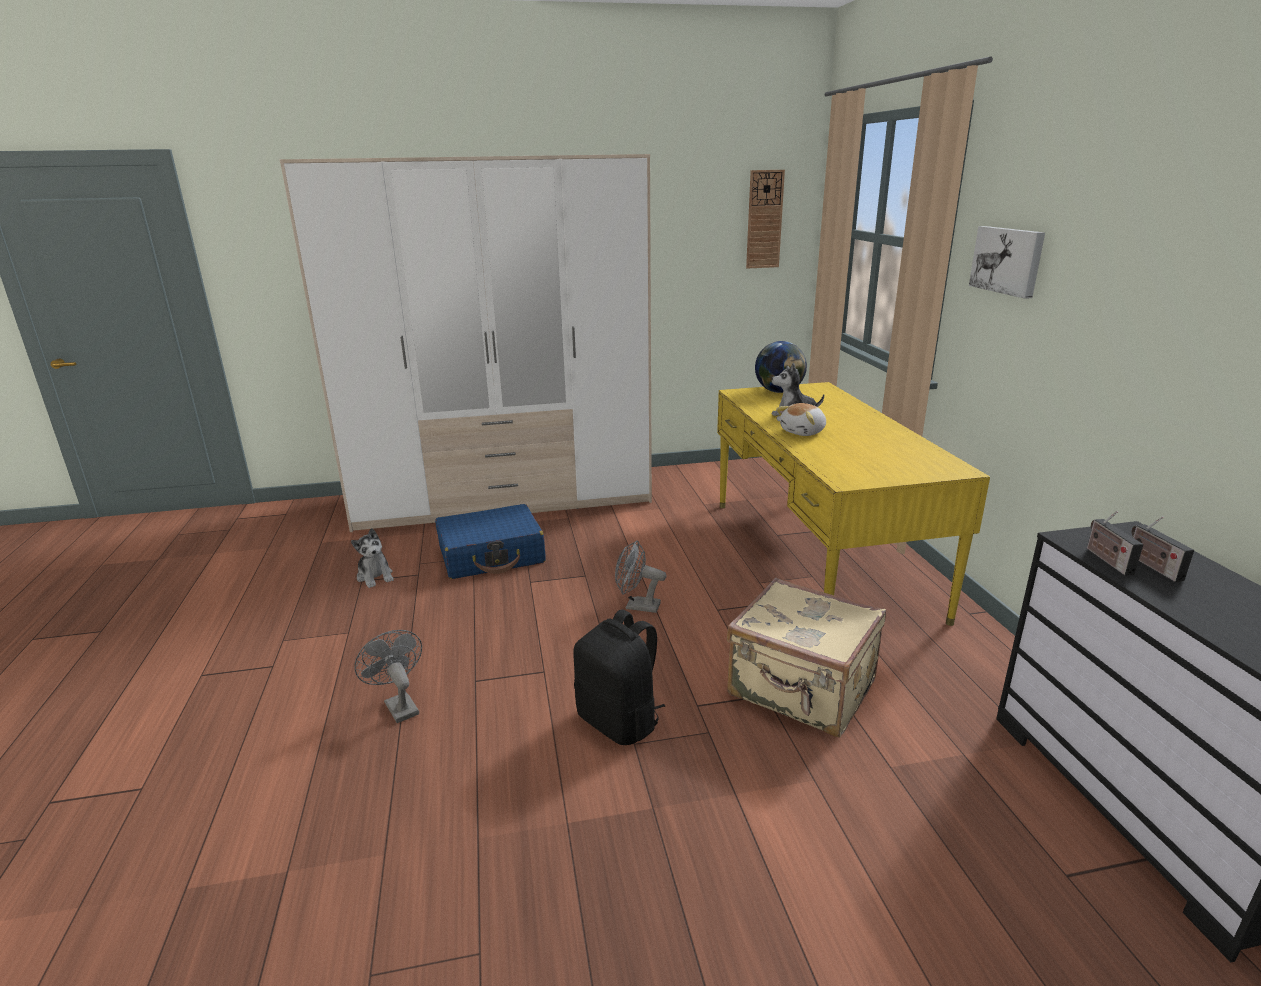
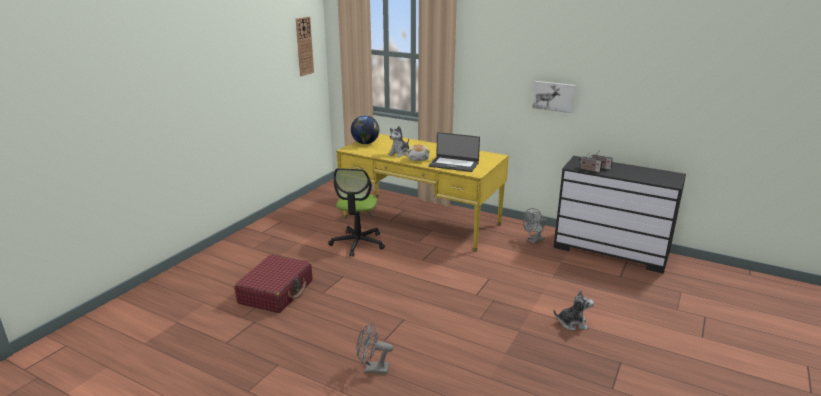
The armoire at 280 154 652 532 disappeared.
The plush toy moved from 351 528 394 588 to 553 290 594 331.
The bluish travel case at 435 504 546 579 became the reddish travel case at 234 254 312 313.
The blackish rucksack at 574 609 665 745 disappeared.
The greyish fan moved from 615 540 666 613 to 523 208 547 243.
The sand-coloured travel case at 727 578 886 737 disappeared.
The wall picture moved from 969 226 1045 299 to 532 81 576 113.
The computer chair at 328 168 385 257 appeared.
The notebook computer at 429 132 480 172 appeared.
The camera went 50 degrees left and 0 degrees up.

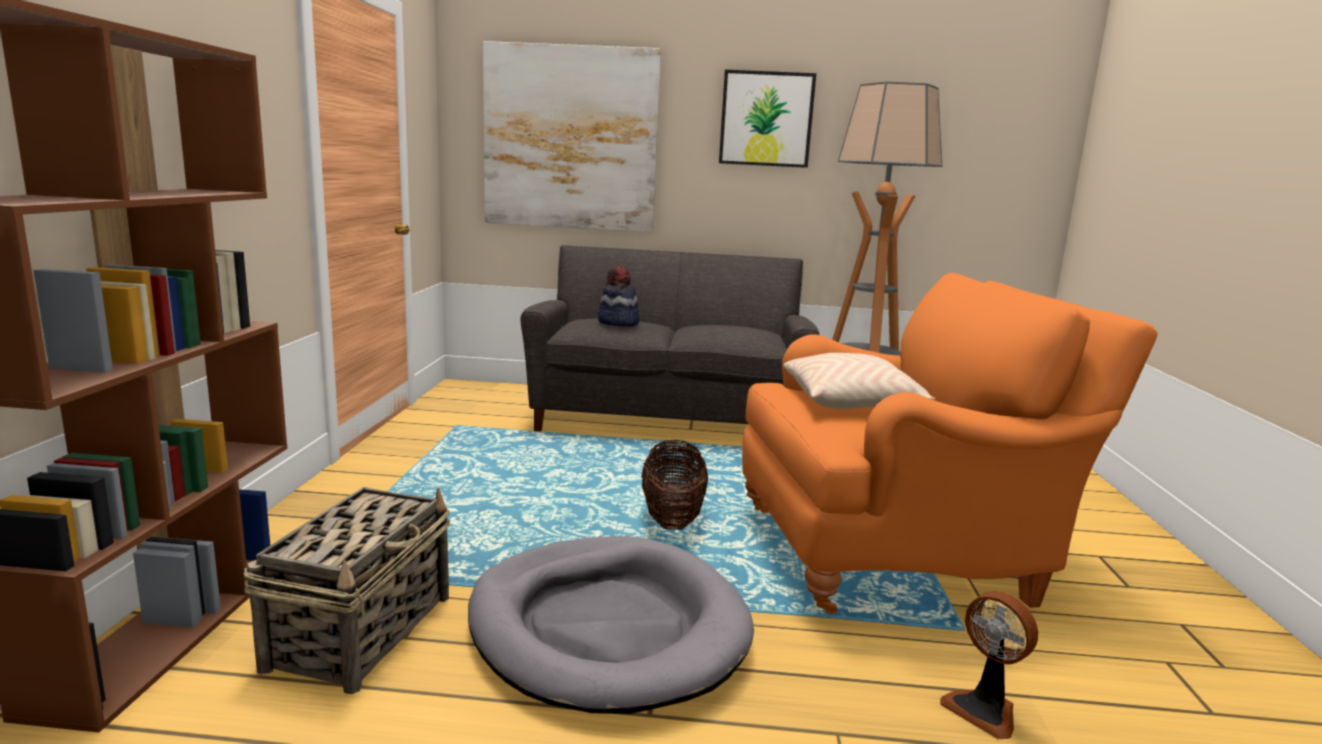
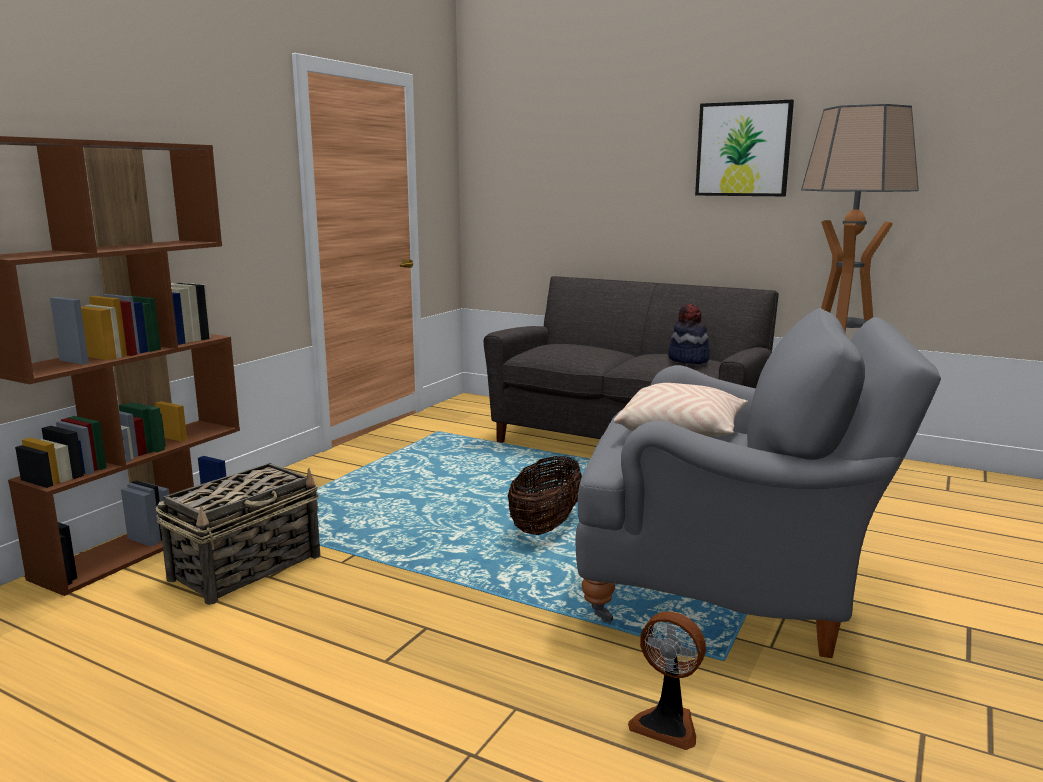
The greyish pet bed at 468 536 754 714 disappeared.
The wall picture at 483 41 661 232 disappeared.
The wearable hat moved from 598 266 640 326 to 668 304 710 364.
The orange-coloured lounge chair at 742 273 1158 614 became the greyish lounge chair at 575 308 941 658.
The fan at 940 591 1038 739 turned 45 degrees counterclockwise.
The camera went 25 degrees right and 0 degrees up.

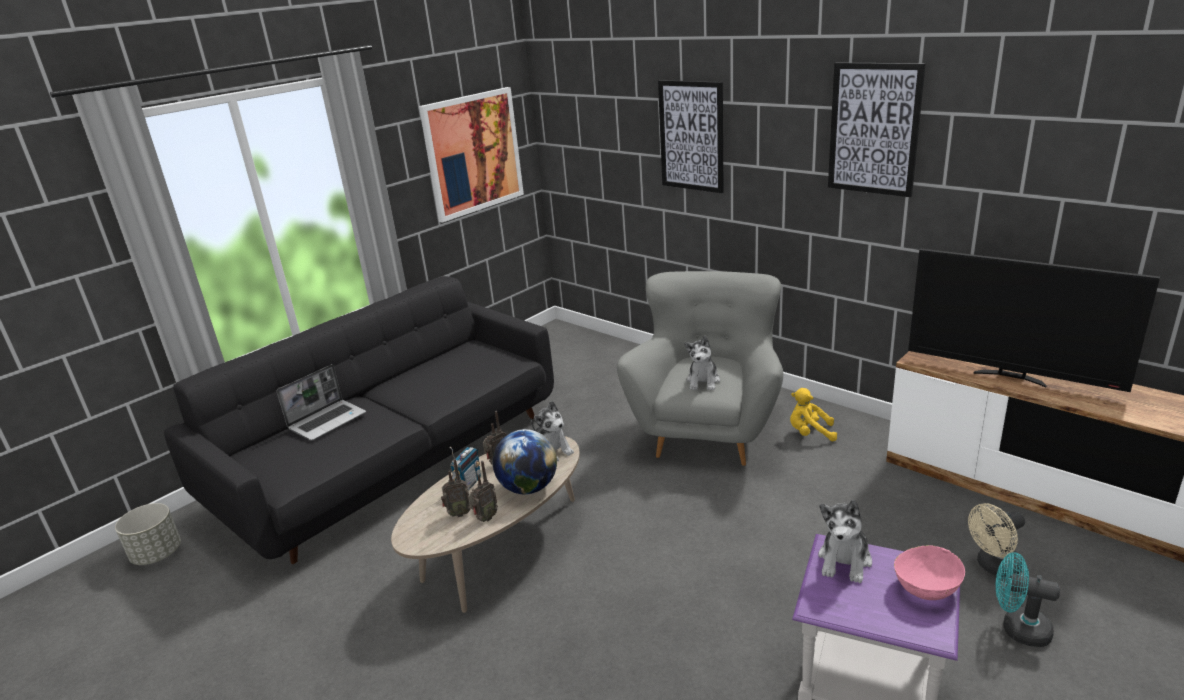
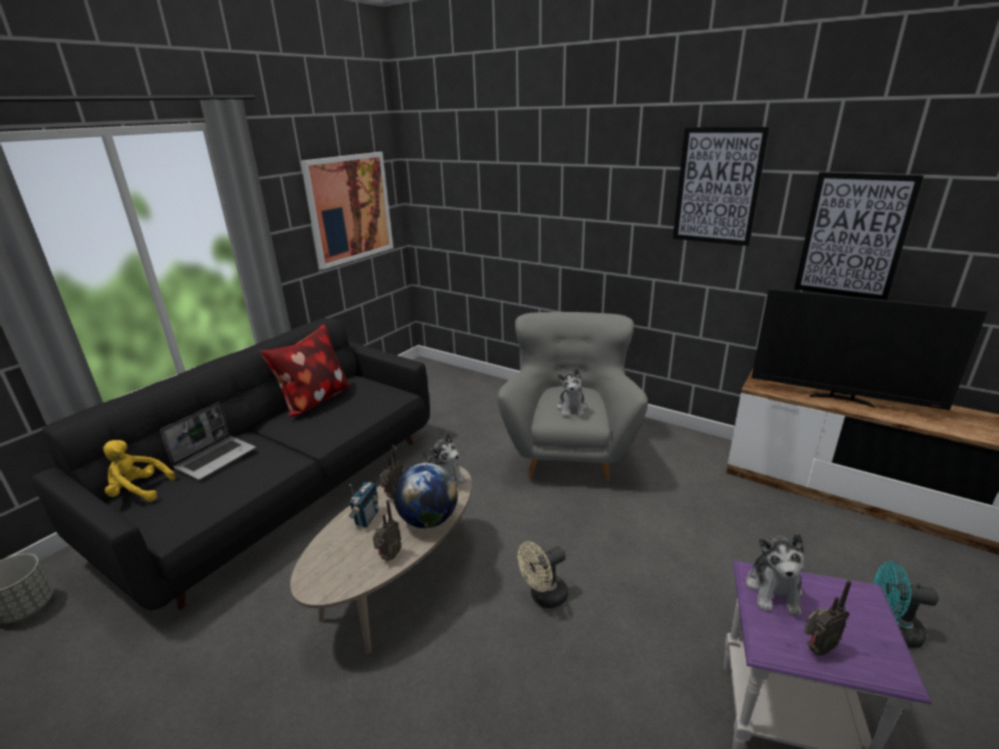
The radio receiver moved from 441 459 471 517 to 804 580 852 656.
The wall picture moved from 658 80 724 193 to 794 172 924 300.
The yellow-coloured plush toy moved from 790 388 837 441 to 103 440 176 502.
The pinkish serving bowl at 894 545 965 600 disappeared.
The sand-coloured fan moved from 968 503 1025 577 to 518 542 568 608.
The throw pillow at 260 325 350 417 appeared.
The camera went 10 degrees left and 0 degrees up.

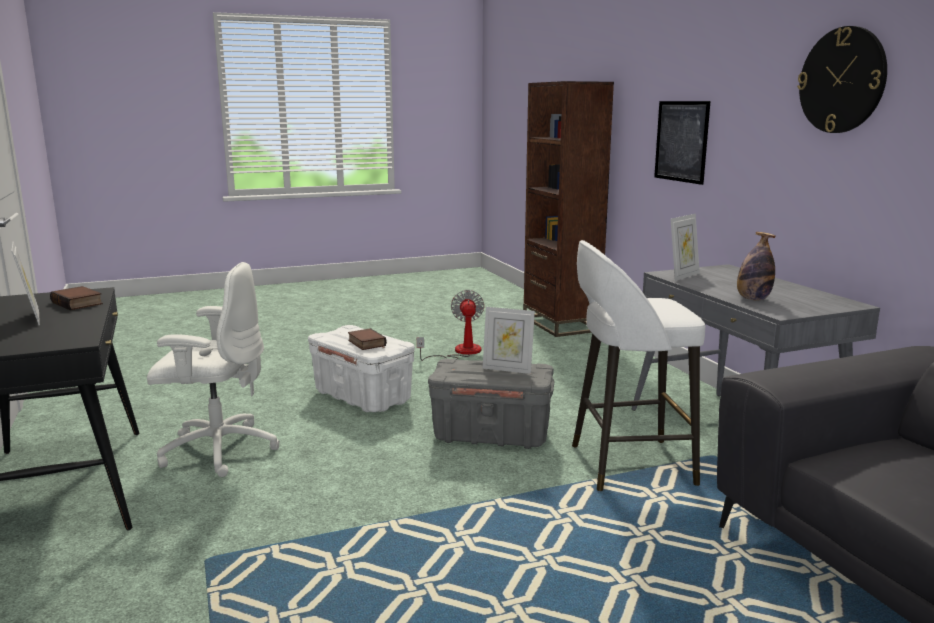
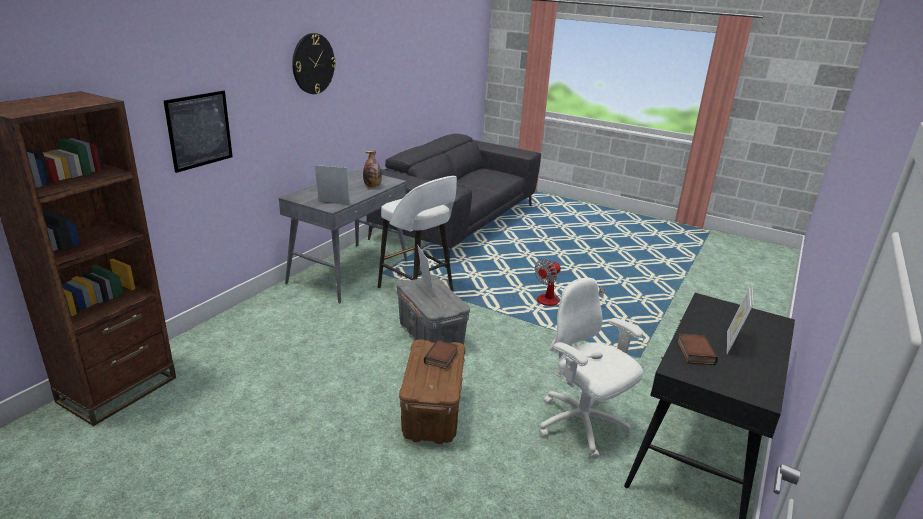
The white-coloured storage bin at 308 325 415 412 became the brownish storage bin at 399 339 465 444.
The fan moved from 417 290 484 361 to 535 259 605 306.
The camera went 130 degrees left and 10 degrees up.

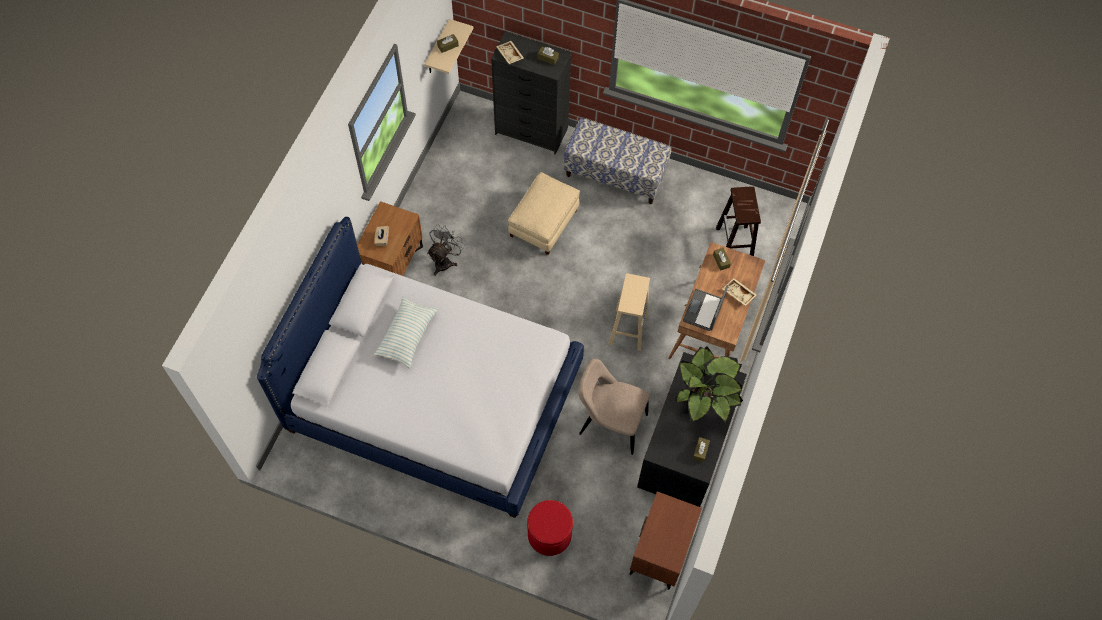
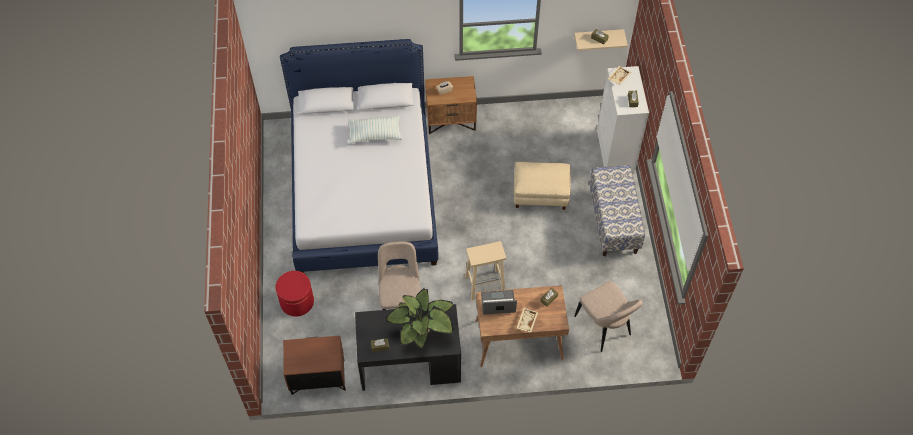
The greyish fan at 427 224 465 276 disappeared.
The blackish dresser at 491 31 572 155 became the white-coloured dresser at 596 66 649 174.
The brownish sitting stool at 716 186 761 256 was replaced by the sand-coloured chair at 574 281 643 352.
The camera went 65 degrees right and 5 degrees down.

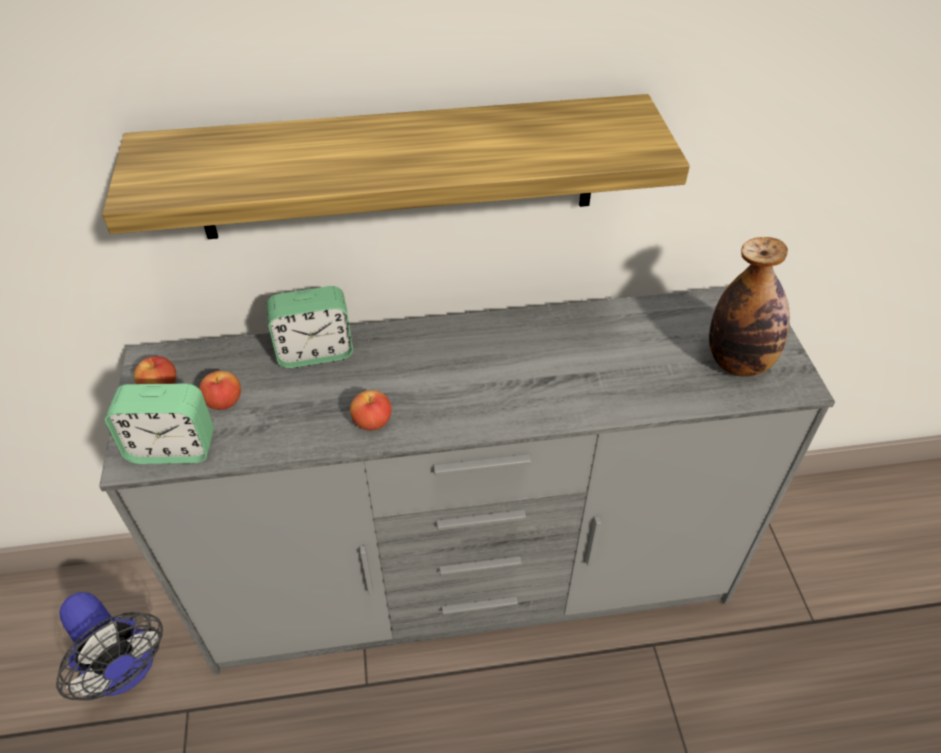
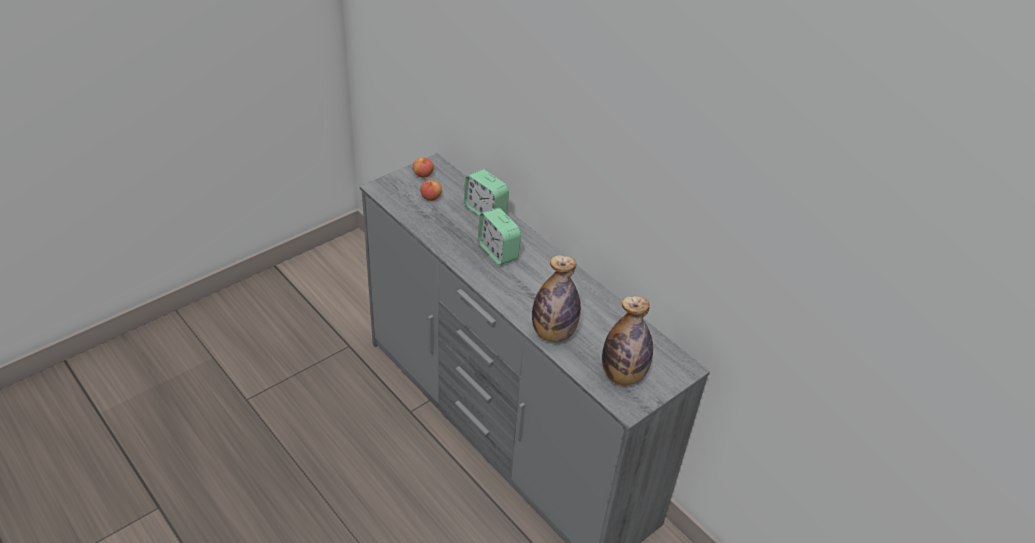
The fan at 56 592 163 701 disappeared.
The shelf at 102 94 690 239 disappeared.
The table clock moved from 105 383 214 464 to 478 208 521 265.
The whole apple at 350 390 392 430 disappeared.
The bottle at 532 255 581 342 appeared.
The camera went 55 degrees right and 5 degrees down.

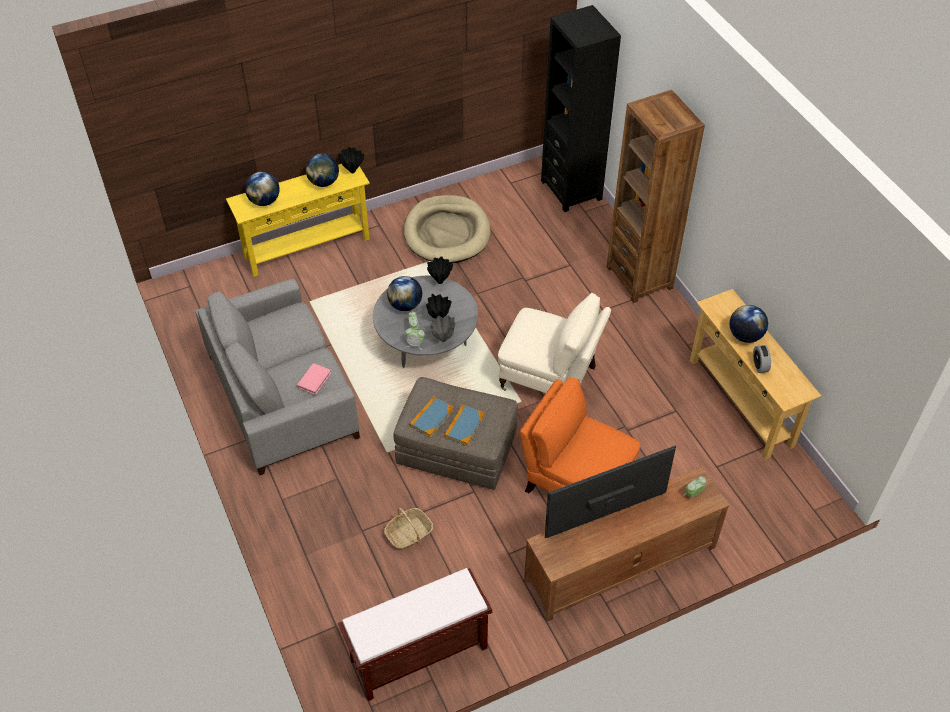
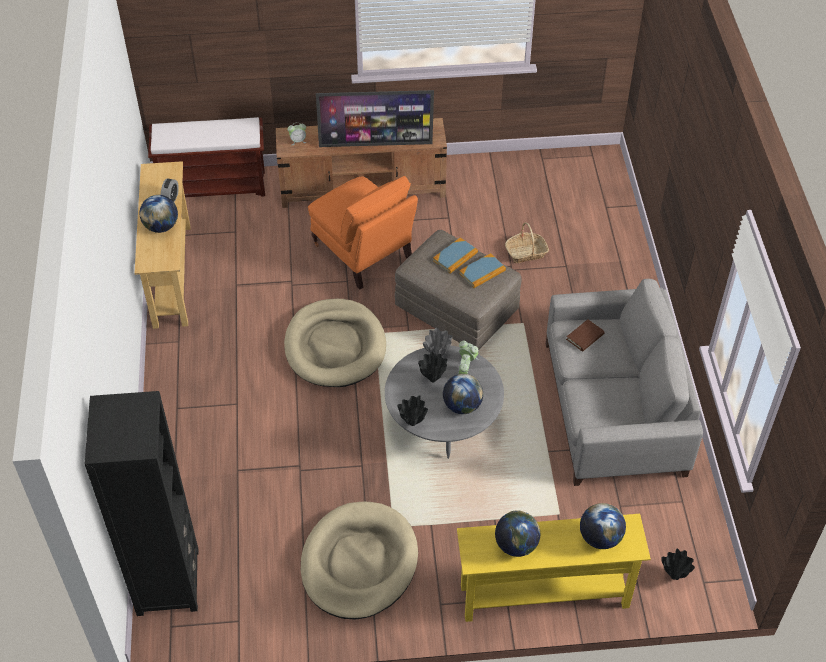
The pinkish volume at 297 363 331 395 became the brownish volume at 566 319 605 352.
The blackish flower vase moved from 338 147 364 173 to 661 549 695 580.
The brownish indoor bench moved from 338 568 493 701 to 148 117 265 198.
The sand-coloured lounge chair at 498 293 611 393 was replaced by the sand-coloured pet bed at 284 299 386 387.
The brownish bookshelf at 607 90 705 303 disappeared.
The camera went 160 degrees left and 0 degrees up.

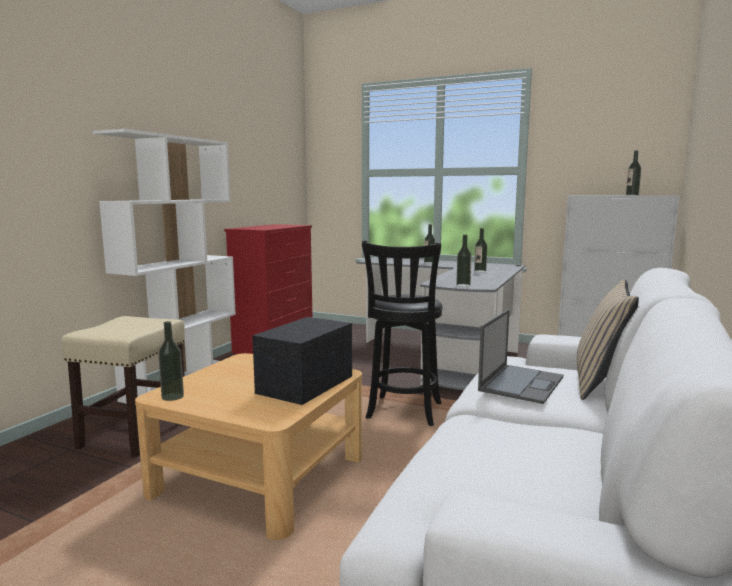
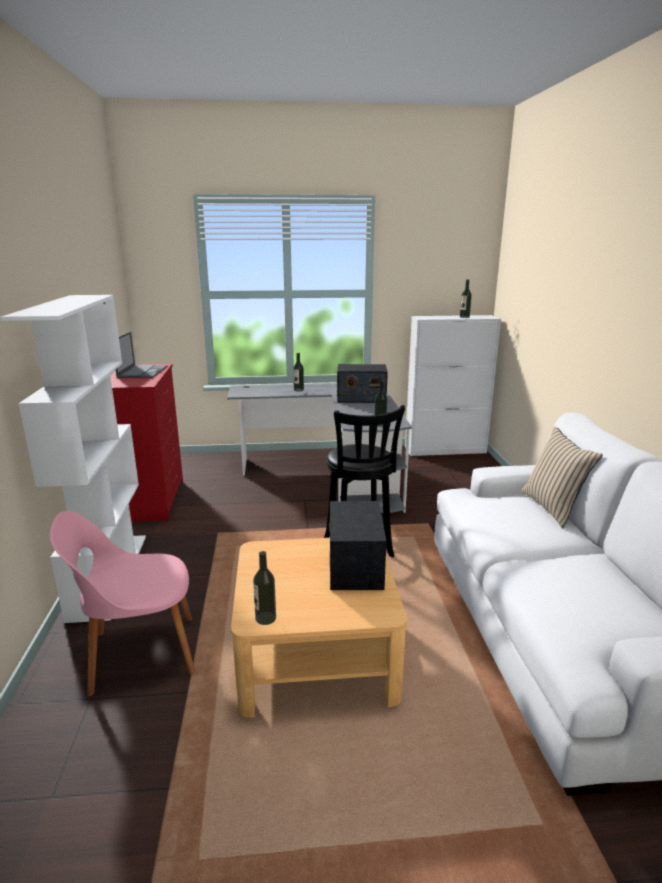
The sand-coloured sitting stool at 61 316 185 457 was replaced by the pinkish chair at 50 511 195 696.
The bottle at 474 228 487 272 was replaced by the radio receiver at 337 364 388 403.
The notebook computer moved from 478 309 564 404 to 116 332 167 378.
The camera went 30 degrees left and 10 degrees up.

